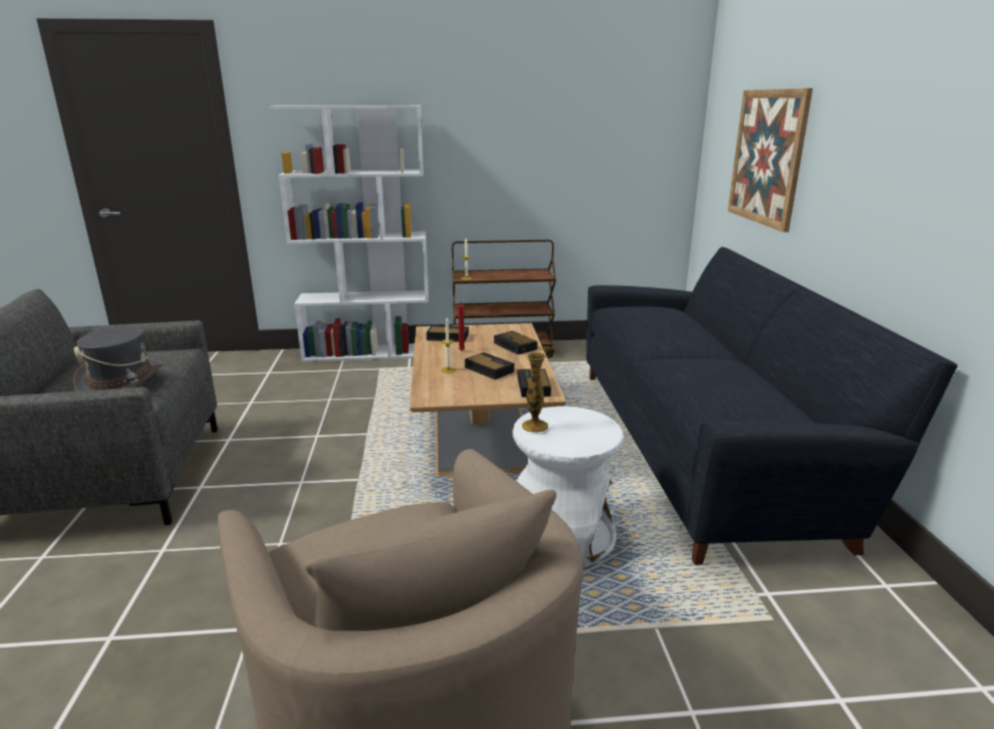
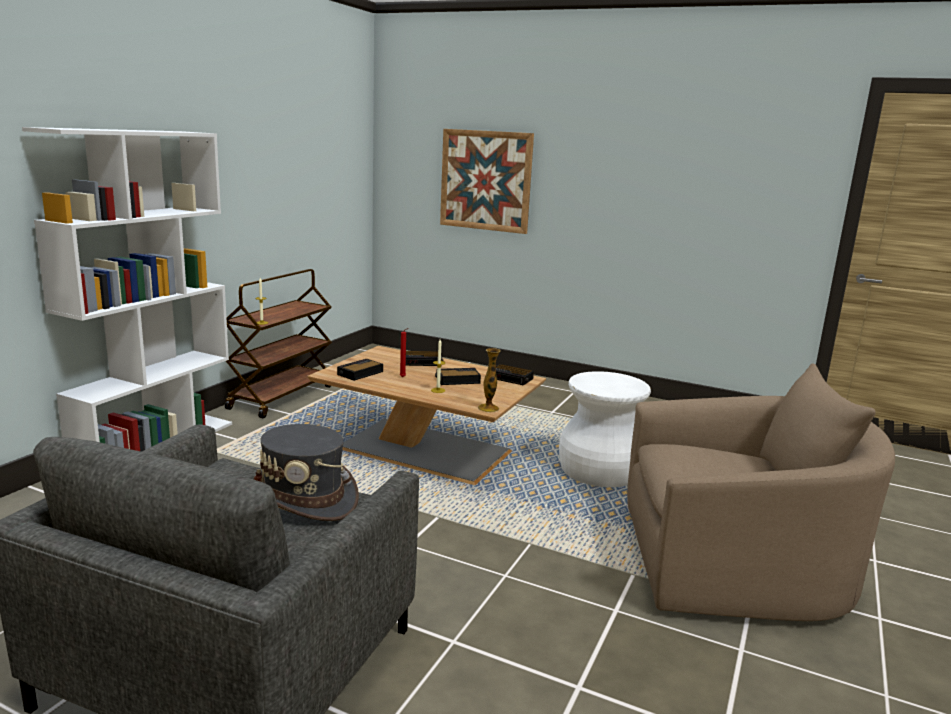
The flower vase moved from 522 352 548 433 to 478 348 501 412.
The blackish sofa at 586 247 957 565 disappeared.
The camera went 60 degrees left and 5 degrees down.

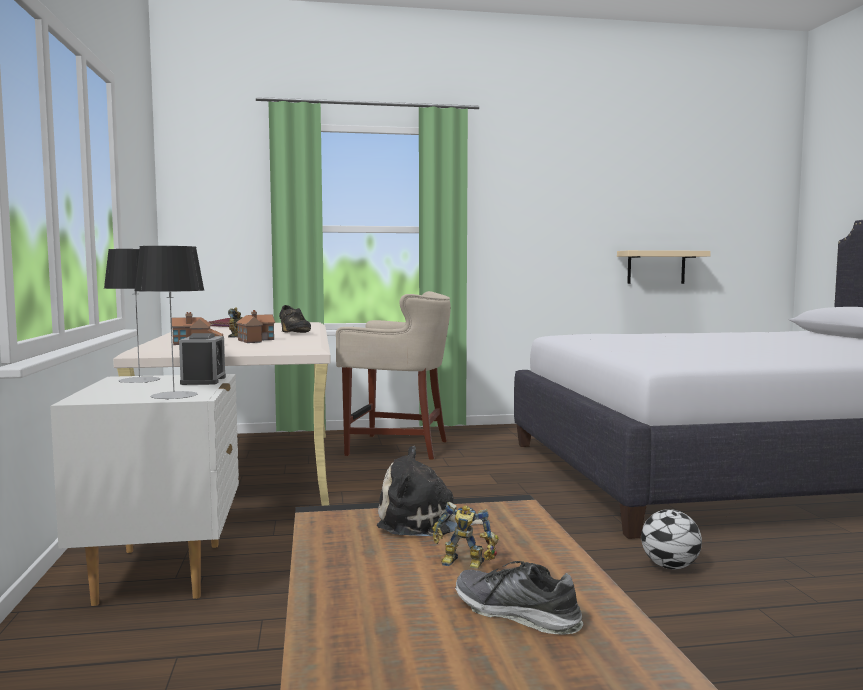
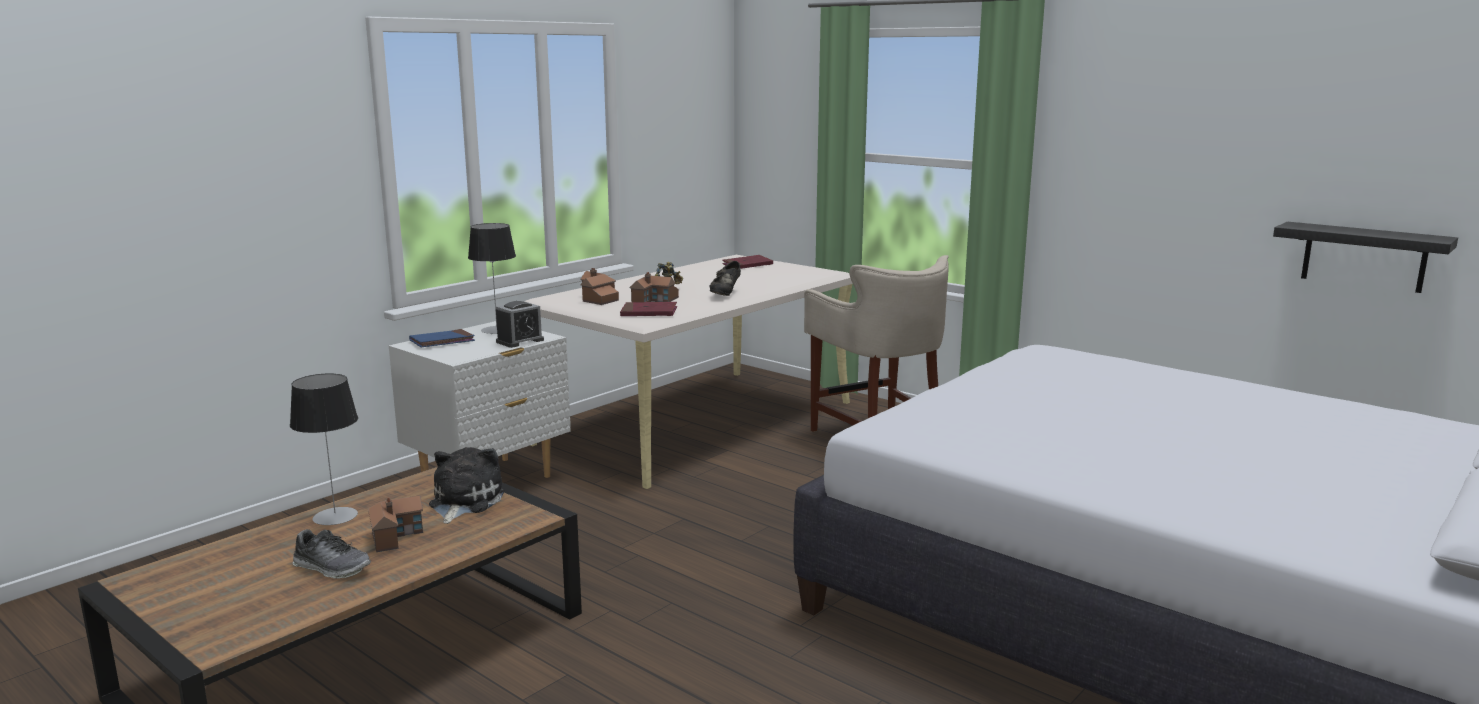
The lamp for a table moved from 134 246 204 400 to 290 374 358 525.
The plush toy at 377 446 483 536 turned 45 degrees clockwise.
The model robot at 432 502 499 569 was replaced by the model house at 368 495 423 552.
The low shoe at 455 561 584 635 turned 120 degrees clockwise.
The sand-coloured shelf at 617 250 711 284 became the blackish shelf at 1273 222 1458 293.
The ball for football at 641 509 702 569 disappeared.
The bluish volume at 409 329 475 347 appeared.
The reddish volume at 620 302 677 316 appeared.
The camera went 50 degrees right and 10 degrees up.

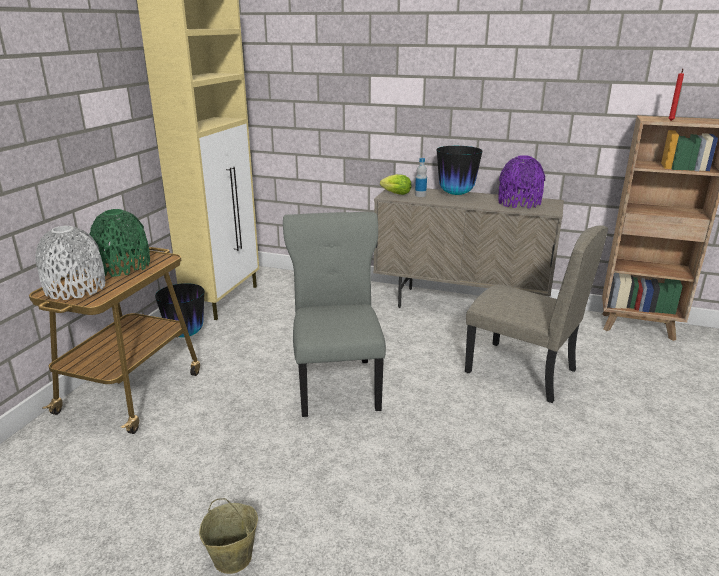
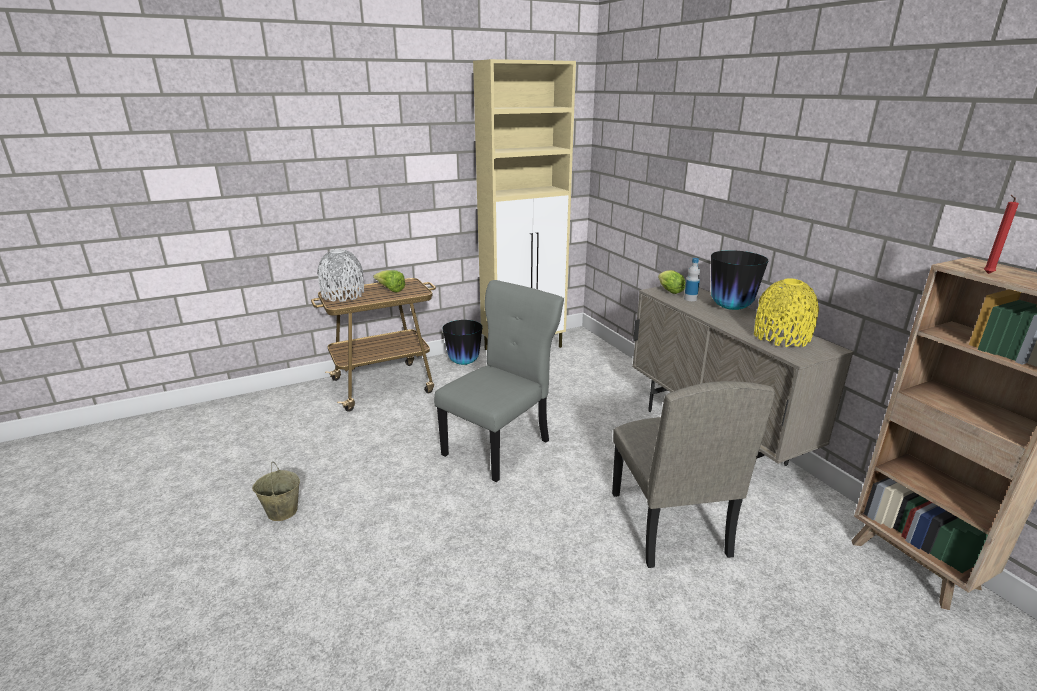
The greenish flower vase at 89 209 150 277 was replaced by the lettuce at 373 270 405 293.
The purplish flower vase at 498 155 545 208 became the yellow-coloured flower vase at 754 278 819 347.
The camera went 45 degrees right and 0 degrees up.

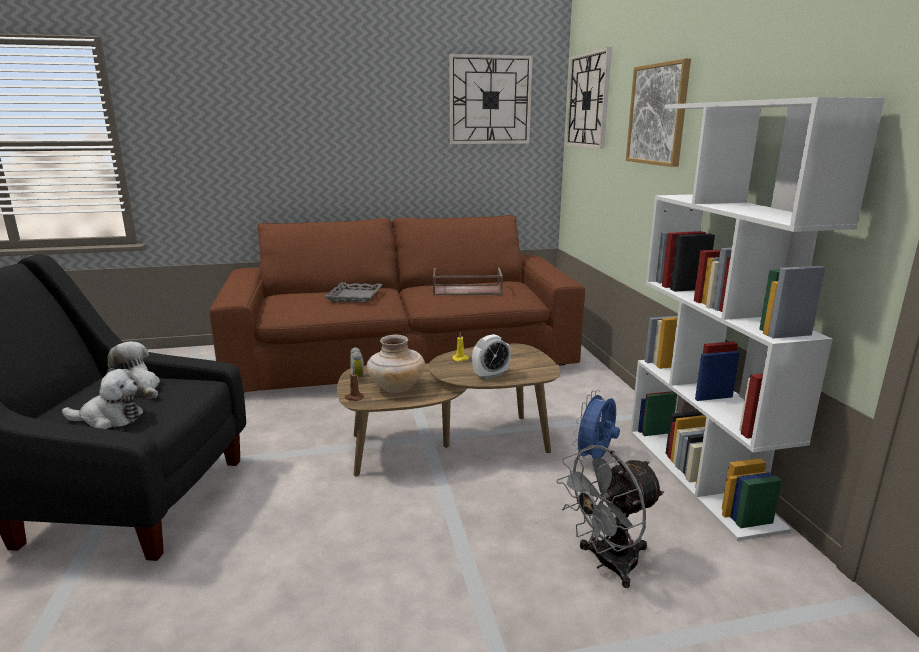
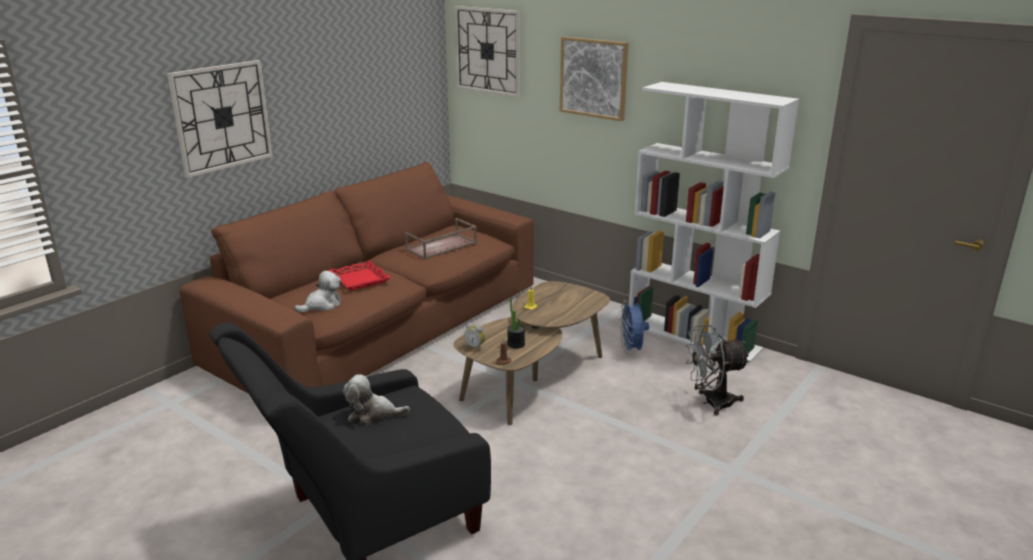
The plush toy moved from 62 369 143 429 to 295 271 341 313.
The greyish carrying tray at 324 283 383 303 became the reddish carrying tray at 328 261 391 291.
The sand-coloured flower vase at 367 335 425 393 was replaced by the potted plant at 507 297 525 349.
The clock on the wall moved from 449 54 533 144 to 167 60 273 178.
The table clock at 472 334 511 380 disappeared.
The greyish fan at 556 445 664 588 turned 60 degrees clockwise.
The camera went 40 degrees left and 5 degrees up.

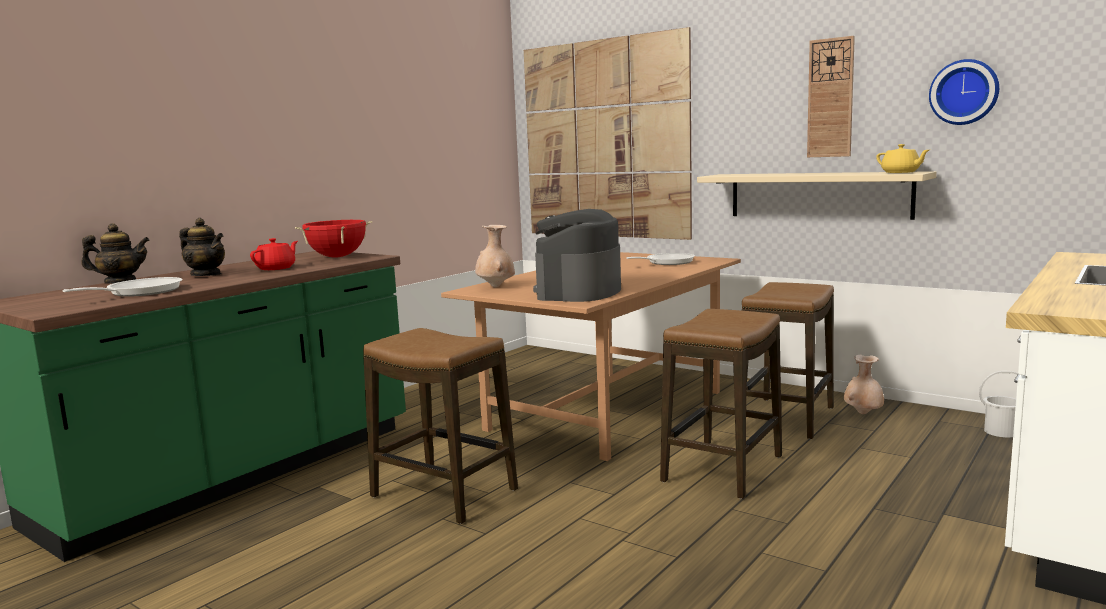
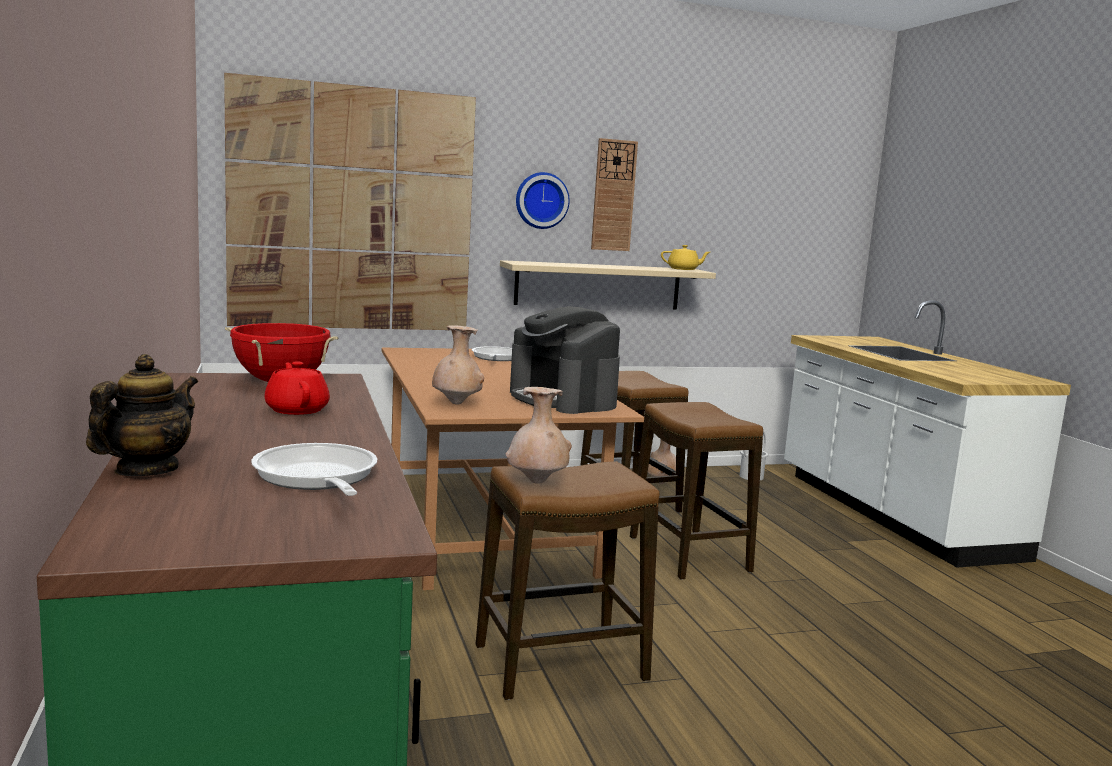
The pot for tea at 179 218 225 276 disappeared.
The clock on the wall moved from 929 59 999 125 to 516 172 570 229.
The sand-coloured flower vase at 506 387 572 484 appeared.
The camera went 55 degrees left and 0 degrees up.

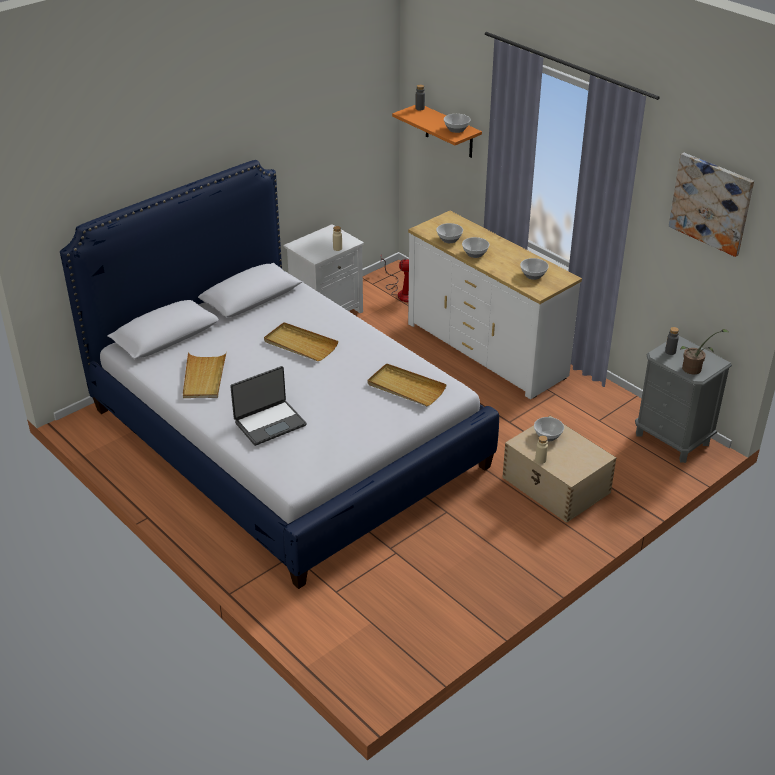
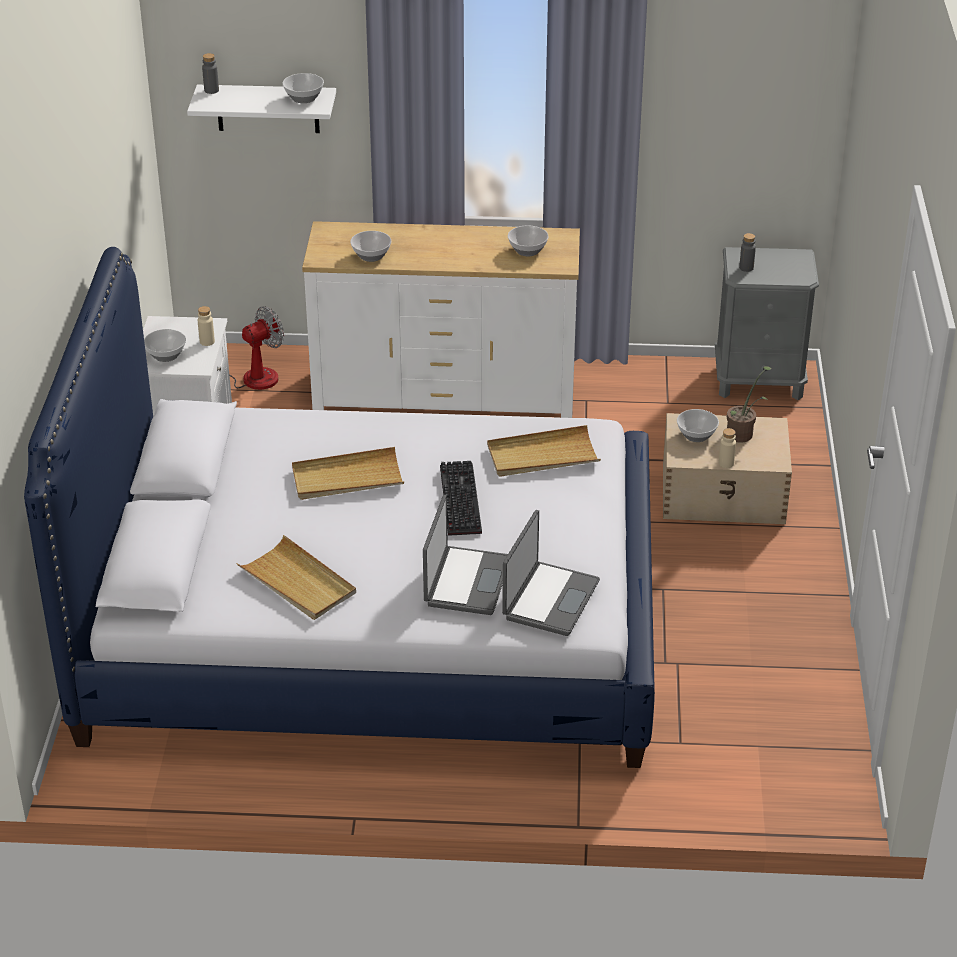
The orange-coloured shelf at 392 105 482 158 became the white-coloured shelf at 187 85 336 133.
The serving bowl moved from 462 237 489 258 to 144 329 186 362.
The wall picture at 669 153 754 257 disappeared.
The potted plant moved from 680 329 729 374 to 727 366 771 442.
The computer keyboard at 440 461 482 536 appeared.
The notebook computer at 502 510 600 636 appeared.
The camera went 45 degrees left and 0 degrees up.

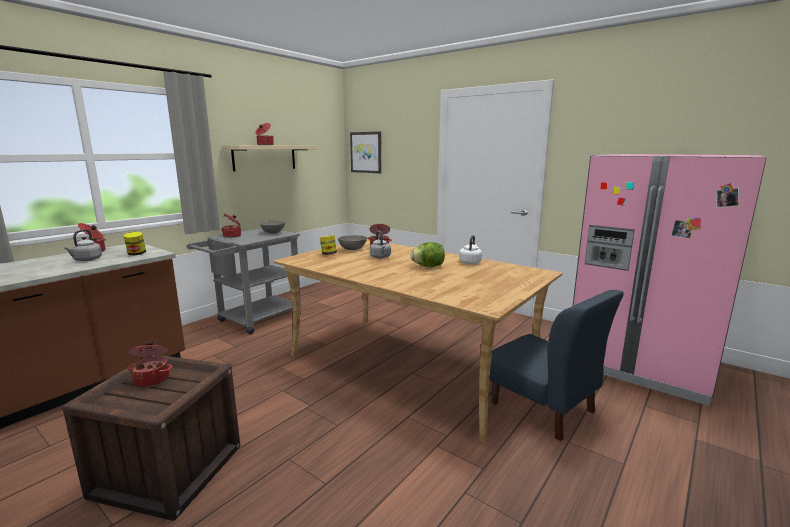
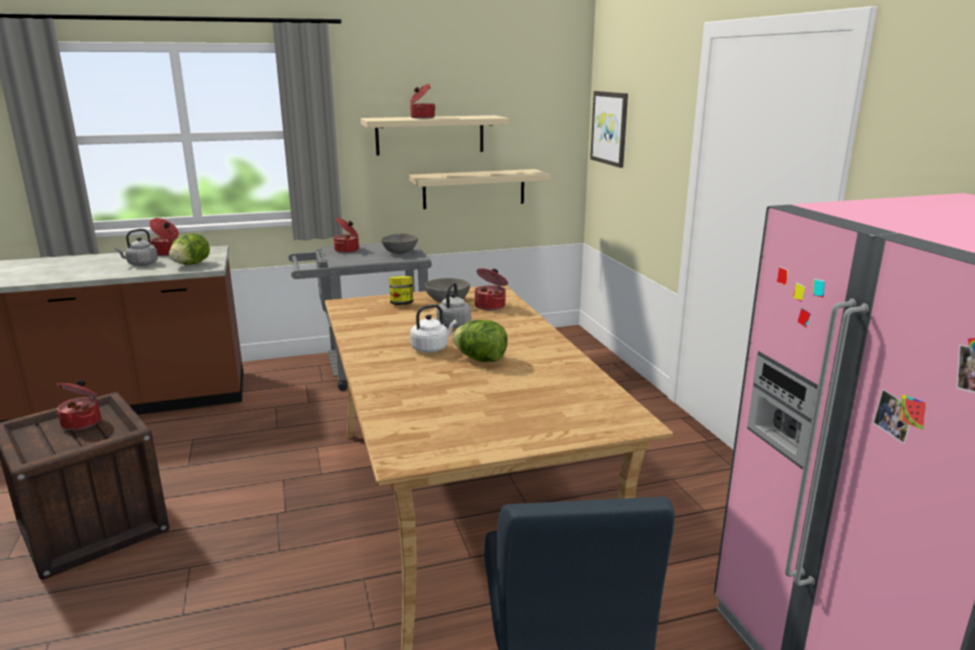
The preserve jar at 123 232 146 256 was replaced by the lettuce at 169 234 210 265.
The white-coloured tea kettle moved from 459 235 482 264 to 410 304 457 353.
The sand-coloured shelf at 409 169 551 209 appeared.
The camera went 35 degrees right and 5 degrees up.

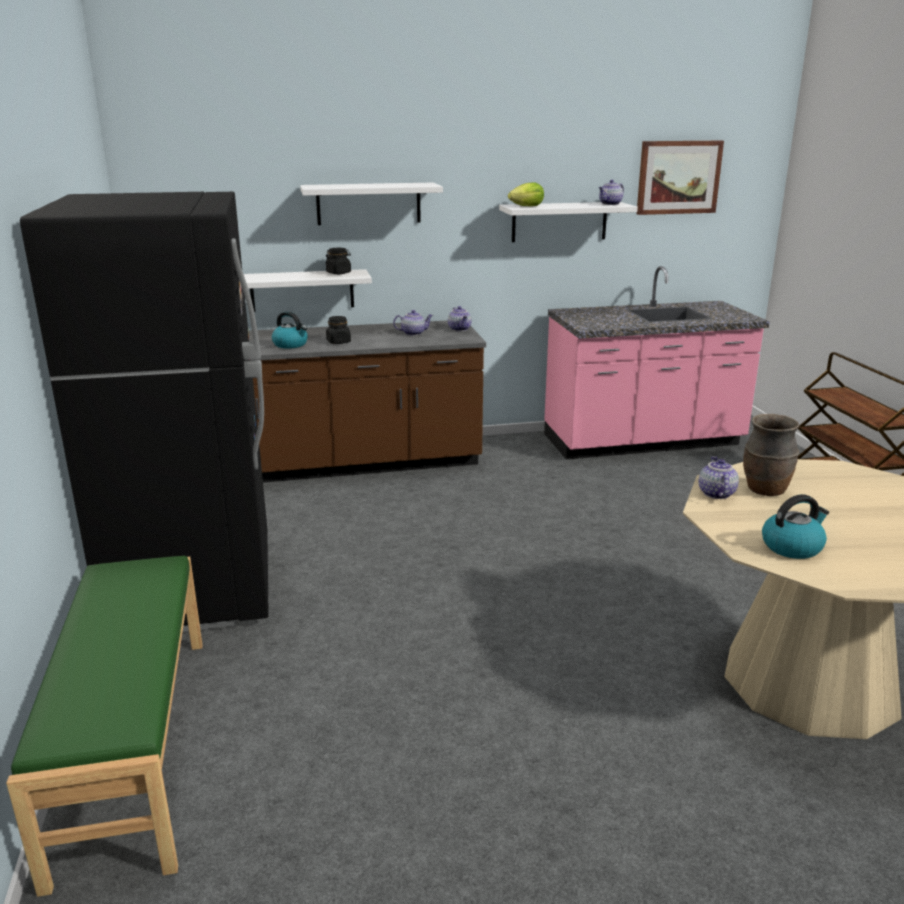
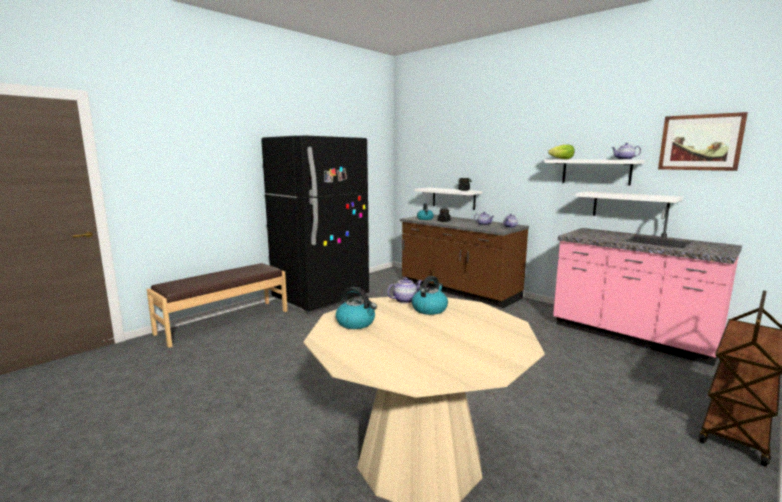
The greenish indoor bench at 6 556 203 897 became the brownish indoor bench at 147 263 287 348.
The white-coloured shelf moved from 300 182 443 225 to 576 191 683 216.
The brownish flower vase at 743 414 799 496 was replaced by the tea kettle at 412 276 448 315.
The camera went 55 degrees right and 10 degrees down.

